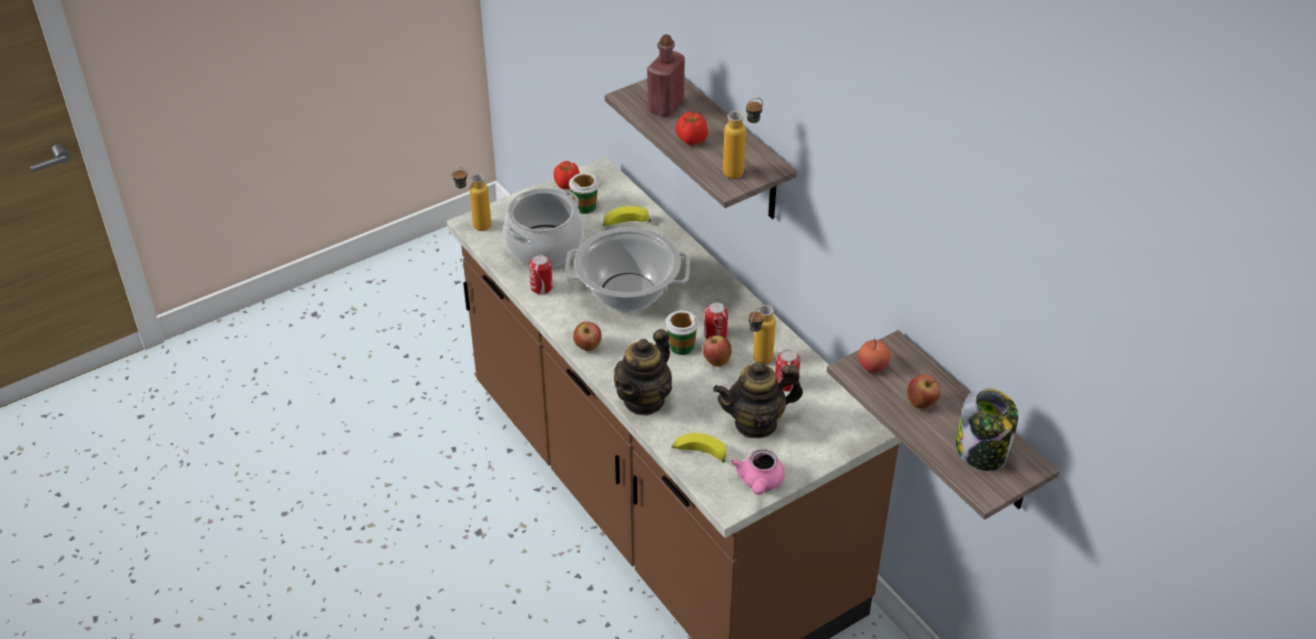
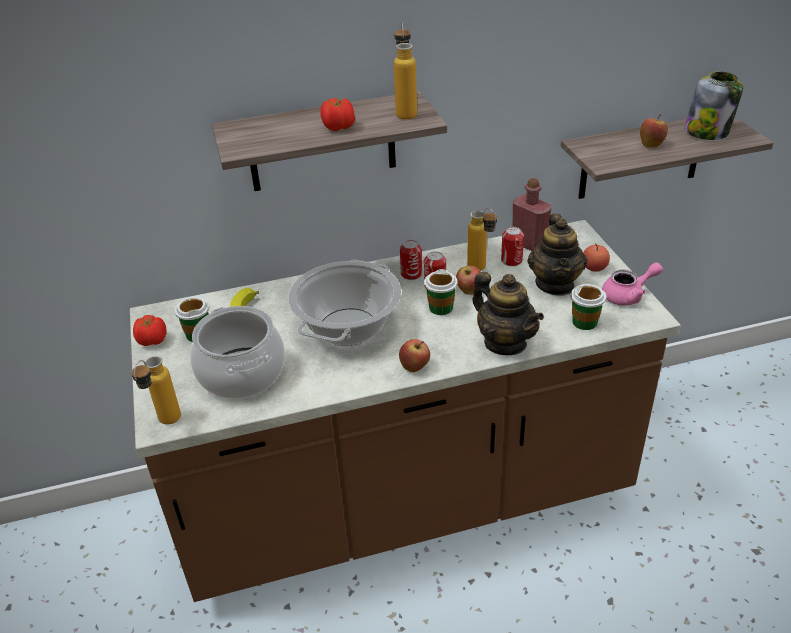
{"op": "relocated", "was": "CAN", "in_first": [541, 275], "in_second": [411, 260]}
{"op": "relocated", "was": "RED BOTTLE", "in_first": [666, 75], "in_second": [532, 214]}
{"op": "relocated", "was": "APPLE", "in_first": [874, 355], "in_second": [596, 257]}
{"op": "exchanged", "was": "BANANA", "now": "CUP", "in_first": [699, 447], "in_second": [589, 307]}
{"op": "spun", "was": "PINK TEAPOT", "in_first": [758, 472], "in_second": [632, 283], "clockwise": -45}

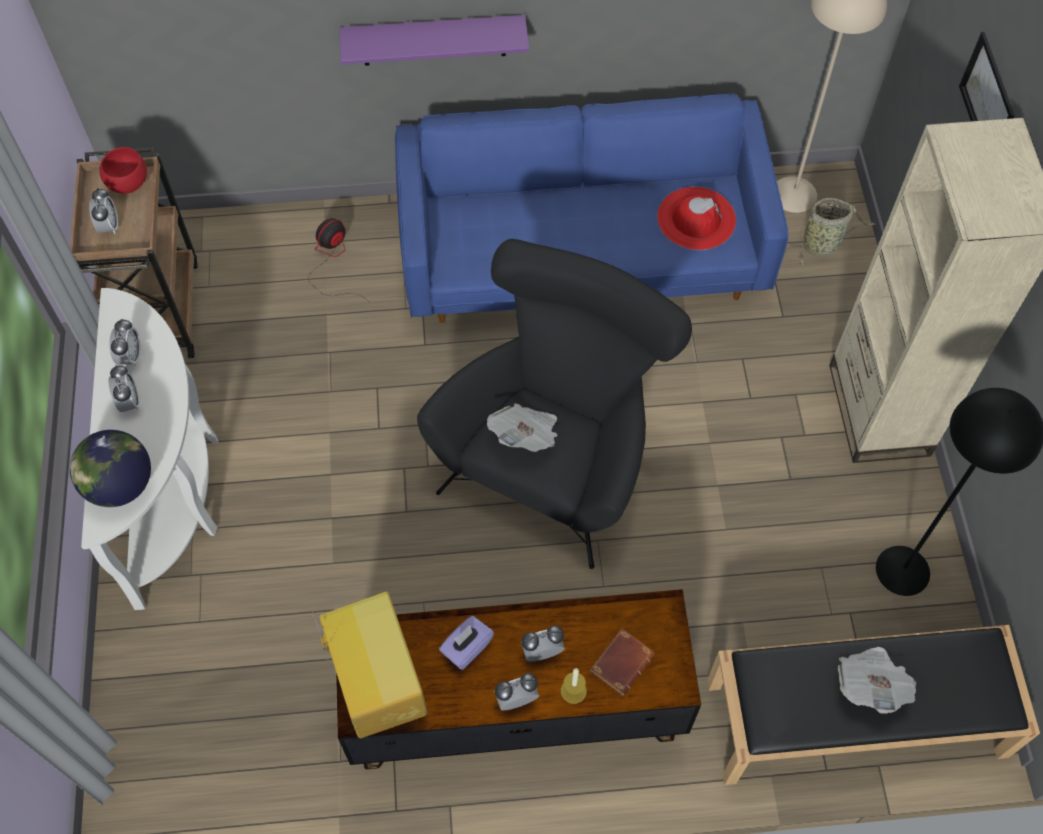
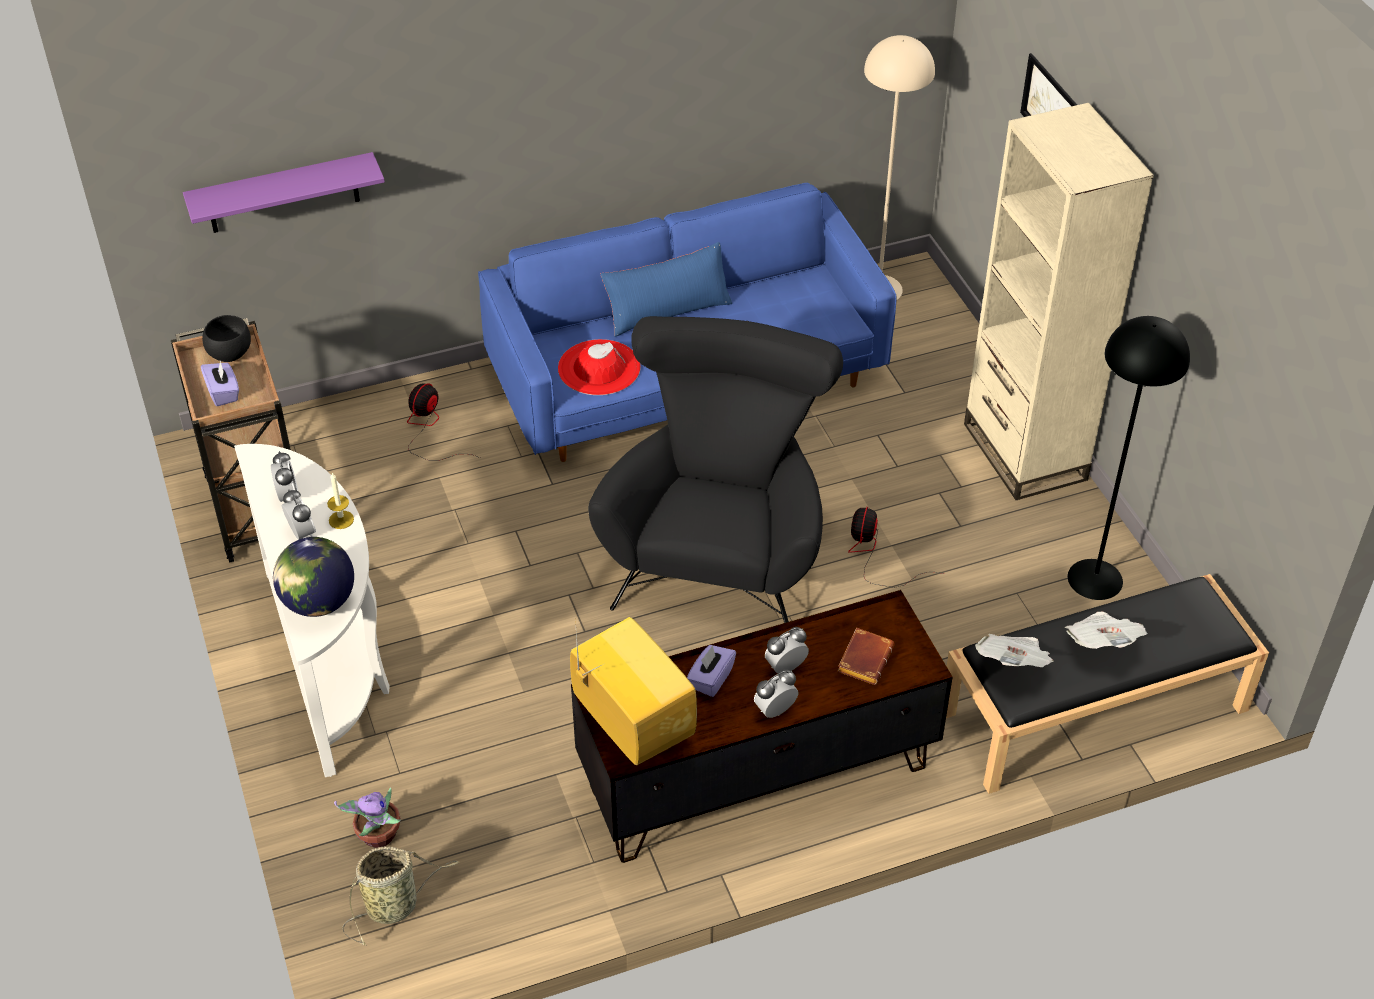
{"op": "appeared", "now": "POTTED PLANT", "in_second": [367, 817]}
{"op": "appeared", "now": "BLUE PILLOW", "in_second": [666, 289]}
{"op": "appeared", "now": "FAN", "in_second": [896, 547]}
{"op": "relocated", "was": "PURPLE SHELF", "in_first": [434, 40], "in_second": [284, 192]}
{"op": "relocated", "was": "NEWSPAPER", "in_first": [522, 427], "in_second": [1014, 650]}
{"op": "relocated", "was": "CANDLE", "in_first": [574, 686], "in_second": [340, 500]}
{"op": "relocated", "was": "RED HAT", "in_first": [696, 218], "in_second": [599, 367]}
{"op": "relocated", "was": "BASKET", "in_first": [830, 232], "in_second": [400, 896]}
{"op": "exchanged", "was": "ALARM CLOCK", "now": "PURPLE TISSUE BOX", "in_first": [103, 211], "in_second": [220, 383]}
{"op": "colour", "was": "RED BOWL", "now": "BLACK BOWL", "in_first": [123, 170], "in_second": [226, 338]}

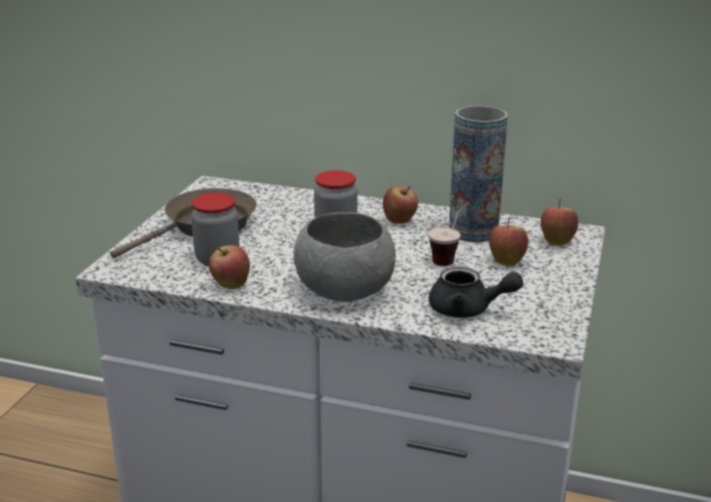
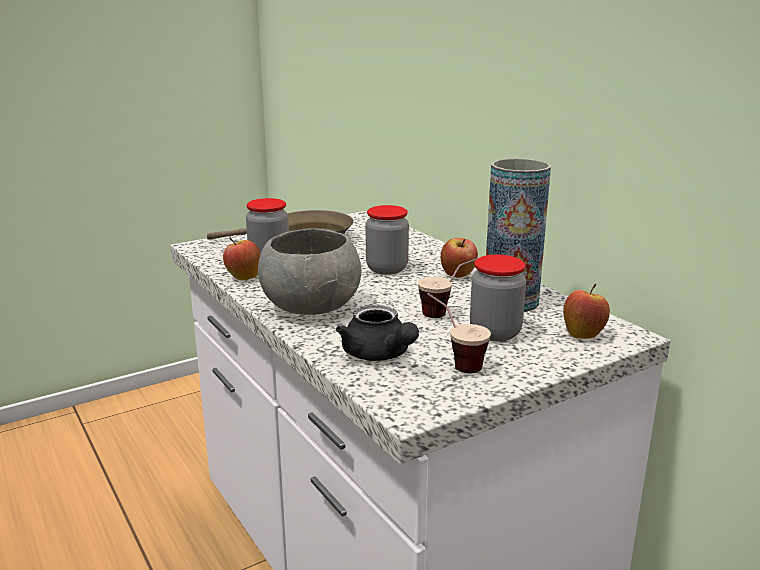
{"op": "appeared", "now": "CUP", "in_second": [459, 333]}
{"op": "exchanged", "was": "APPLE", "now": "JAR", "in_first": [508, 242], "in_second": [498, 298]}

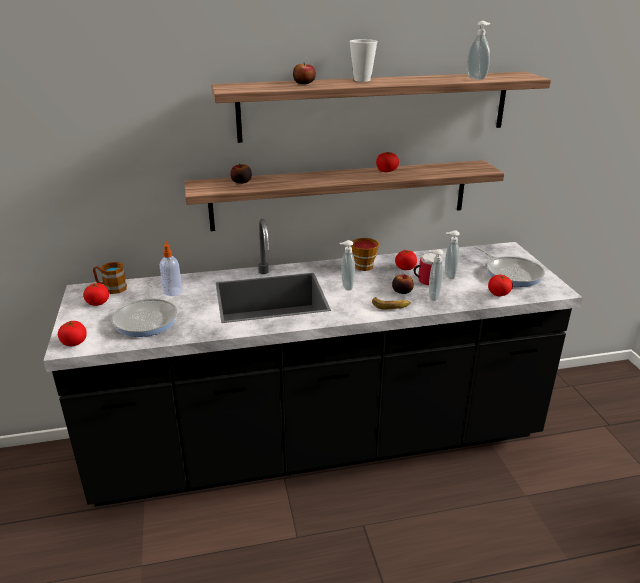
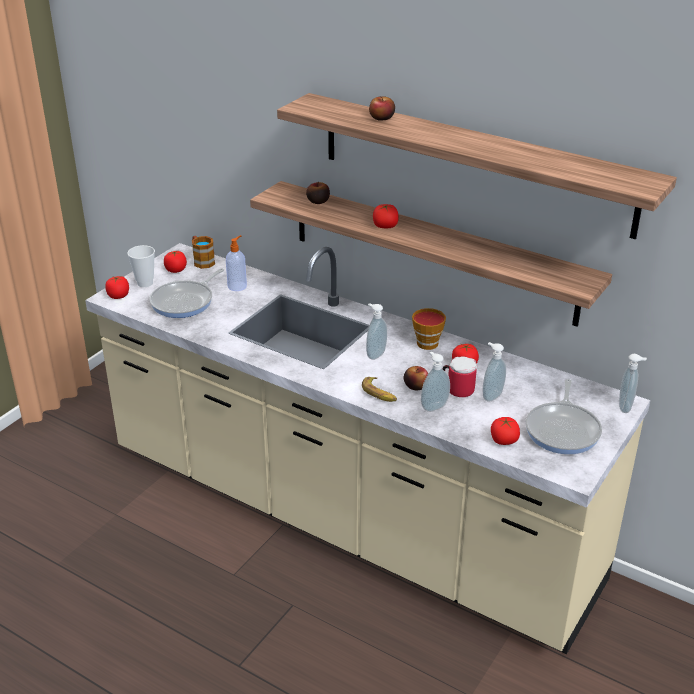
{"op": "relocated", "was": "CUP", "in_first": [364, 60], "in_second": [141, 266]}
{"op": "relocated", "was": "TOMATO", "in_first": [387, 162], "in_second": [385, 216]}
{"op": "relocated", "was": "SOAP DISPENSER", "in_first": [478, 50], "in_second": [633, 383]}
{"op": "colour", "was": "BLACK COUNTER", "now": "BEIGE COUNTER", "in_first": [313, 363], "in_second": [367, 449]}

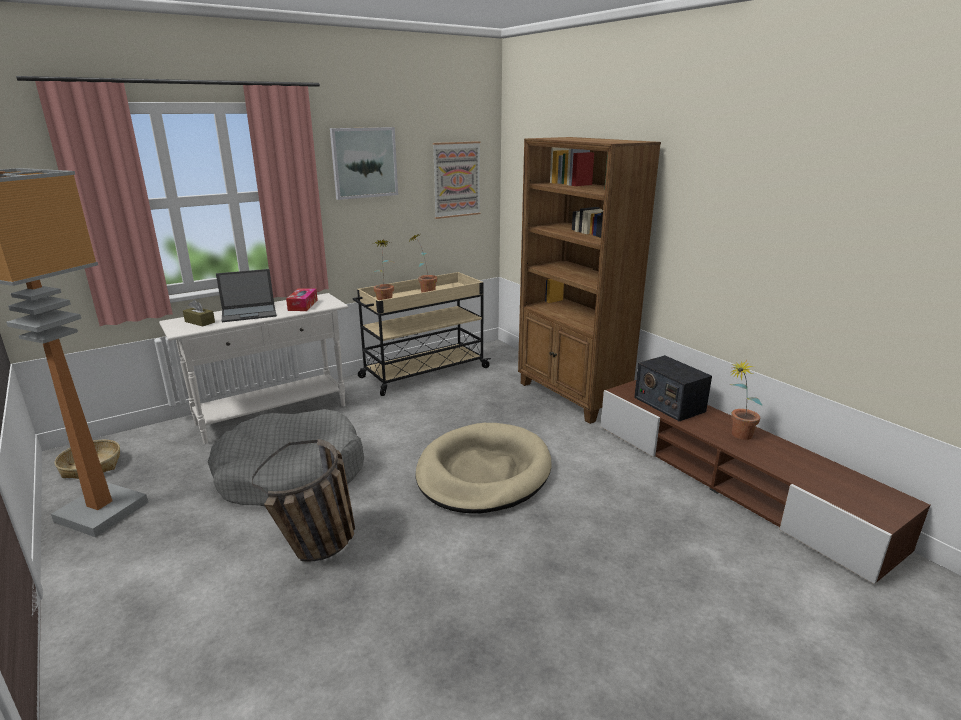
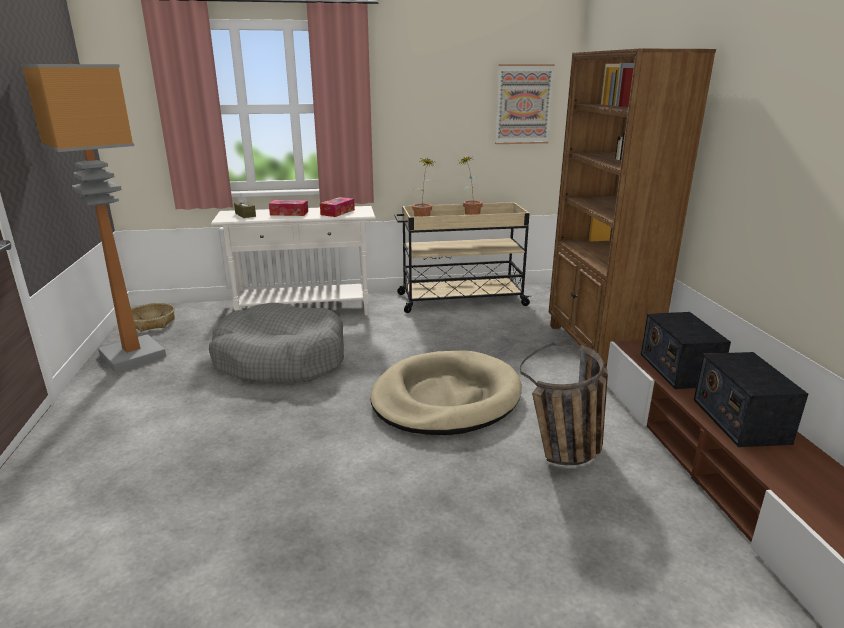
{"op": "missing", "was": "PICTURE", "in_first": [364, 163]}
{"op": "relocated", "was": "BASKET", "in_first": [303, 500], "in_second": [564, 404]}
{"op": "exchanged", "was": "LAPTOP", "now": "TISSUE BOX", "in_first": [246, 295], "in_second": [288, 208]}
{"op": "exchanged", "was": "POTTED PLANT", "now": "RADIO", "in_first": [746, 400], "in_second": [751, 399]}

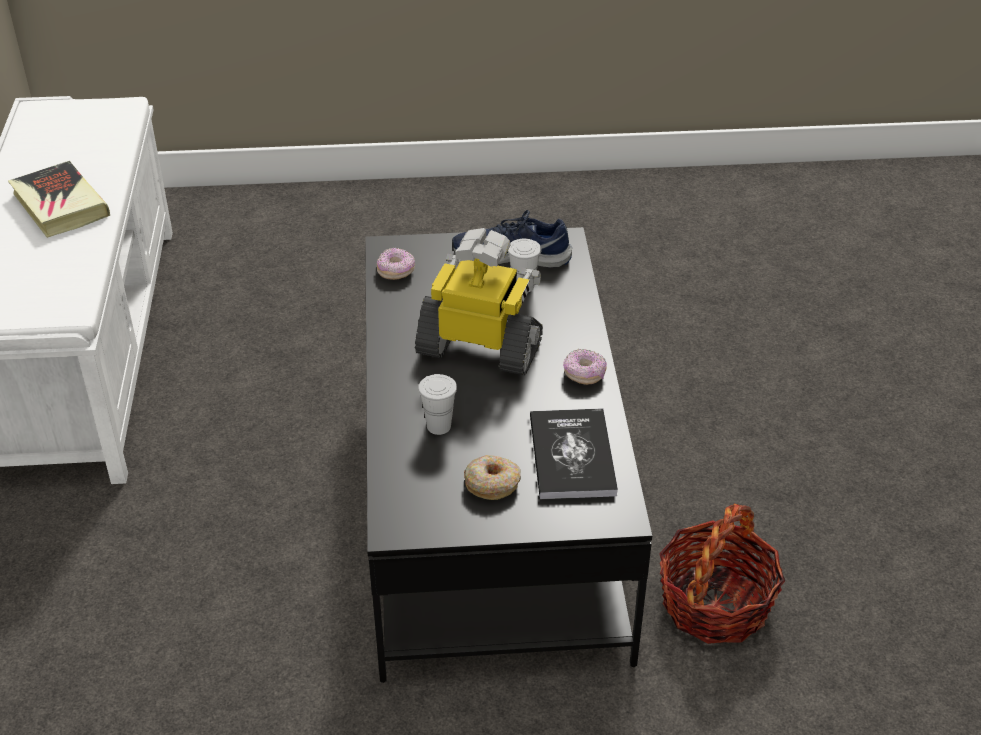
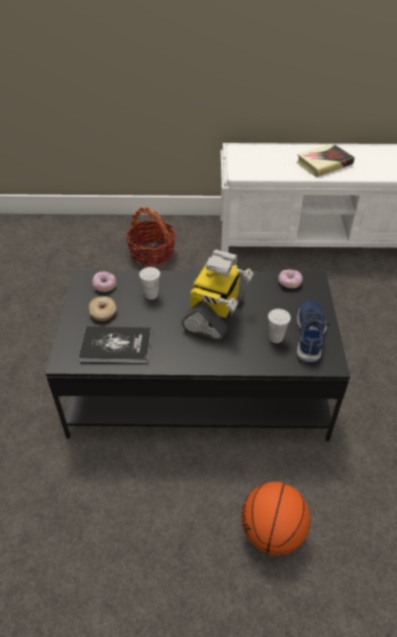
{"op": "appeared", "now": "BASKETBALL", "in_second": [276, 518]}
{"op": "relocated", "was": "DONUT", "in_first": [585, 366], "in_second": [104, 281]}
{"op": "relocated", "was": "BASKET", "in_first": [722, 574], "in_second": [151, 236]}

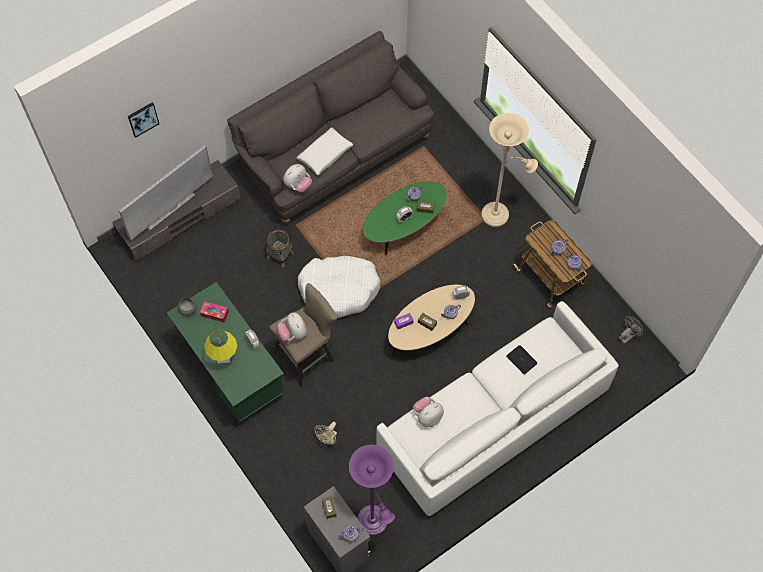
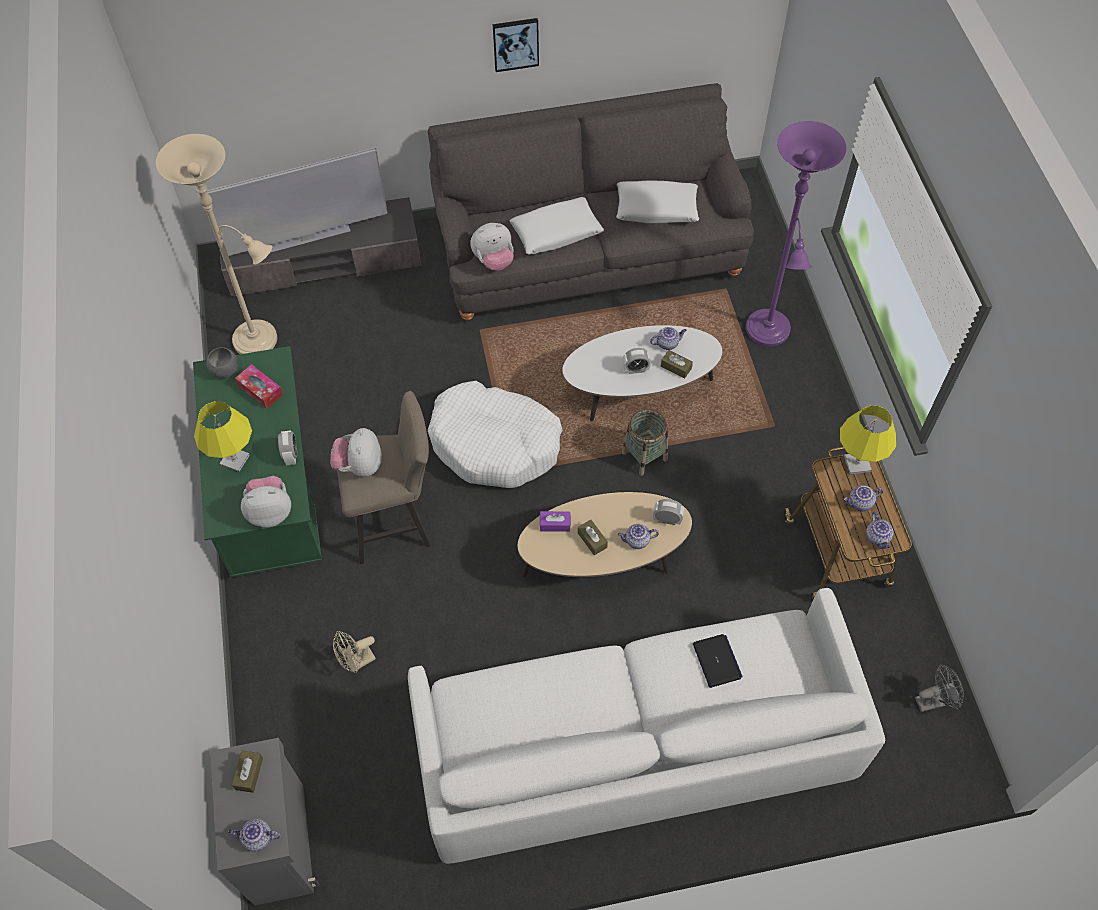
{"op": "appeared", "now": "WHITE PILLOW", "in_second": [657, 201]}
{"op": "appeared", "now": "YELLOW TABLE LAMP", "in_second": [868, 440]}
{"op": "relocated", "was": "PICTURE", "in_first": [143, 120], "in_second": [516, 45]}
{"op": "relocated", "was": "BASKET", "in_first": [280, 249], "in_second": [645, 442]}
{"op": "relocated", "was": "PURPLE FLOOR LAMP", "in_first": [372, 490], "in_second": [796, 234]}
{"op": "relocated", "was": "PLUSH TOY", "in_first": [428, 412], "in_second": [266, 501]}
{"op": "relocated", "was": "BEIGE FLOOR LAMP", "in_first": [509, 170], "in_second": [216, 244]}
{"op": "colour", "was": "GREEN COFFEE TABLE", "now": "WHITE COFFEE TABLE", "in_first": [405, 219], "in_second": [642, 373]}

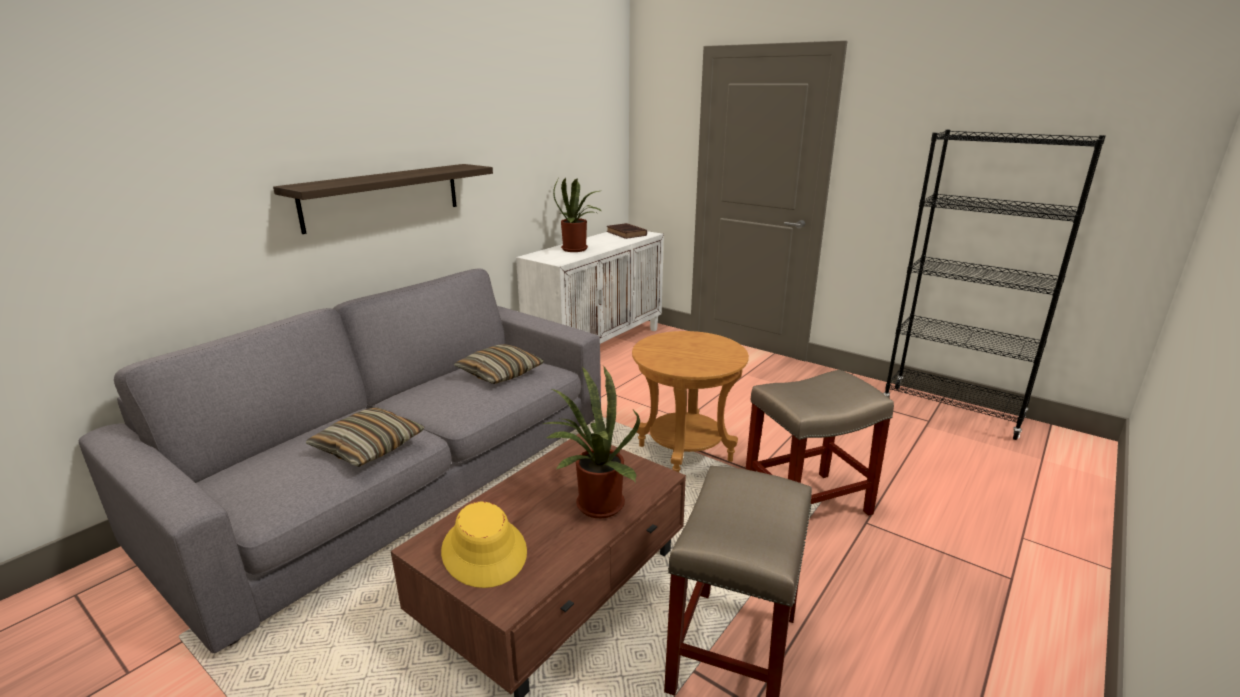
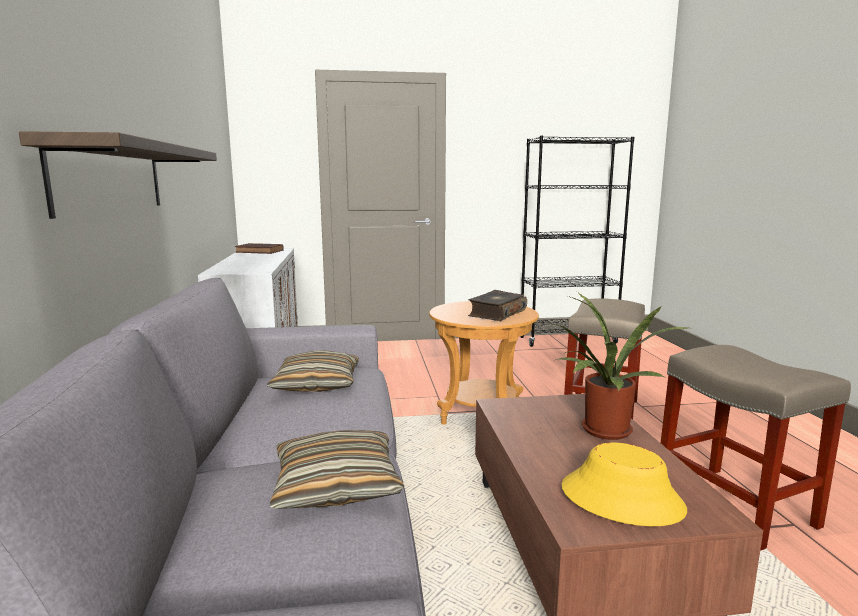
{"op": "missing", "was": "POTTED PLANT", "in_first": [577, 215]}
{"op": "appeared", "now": "BOOK", "in_second": [497, 305]}

